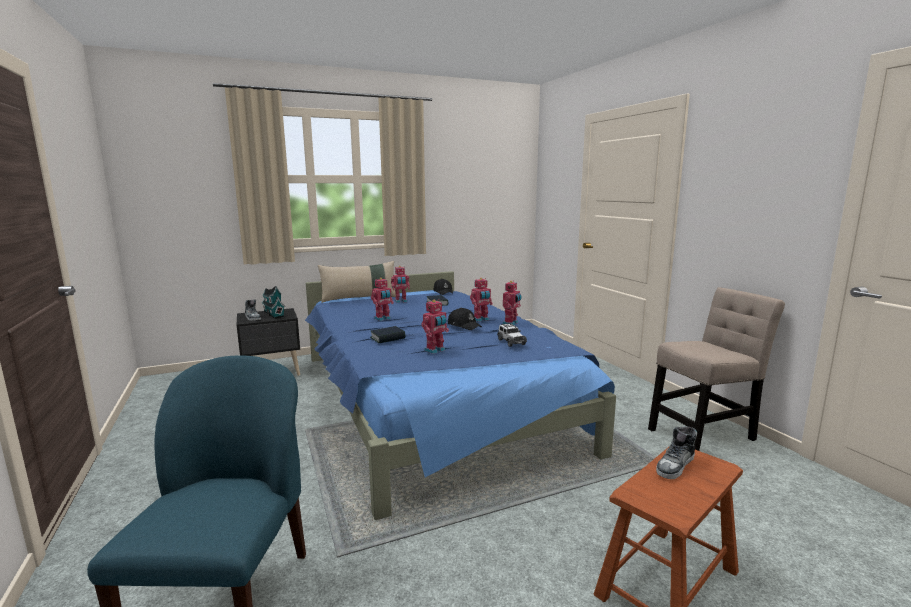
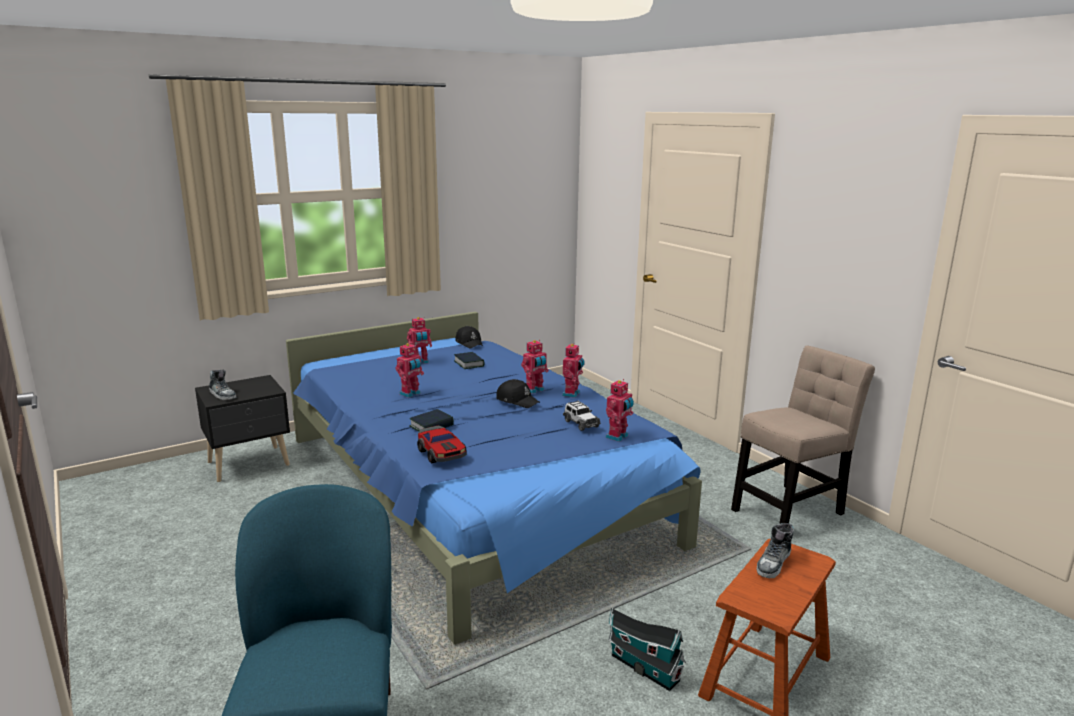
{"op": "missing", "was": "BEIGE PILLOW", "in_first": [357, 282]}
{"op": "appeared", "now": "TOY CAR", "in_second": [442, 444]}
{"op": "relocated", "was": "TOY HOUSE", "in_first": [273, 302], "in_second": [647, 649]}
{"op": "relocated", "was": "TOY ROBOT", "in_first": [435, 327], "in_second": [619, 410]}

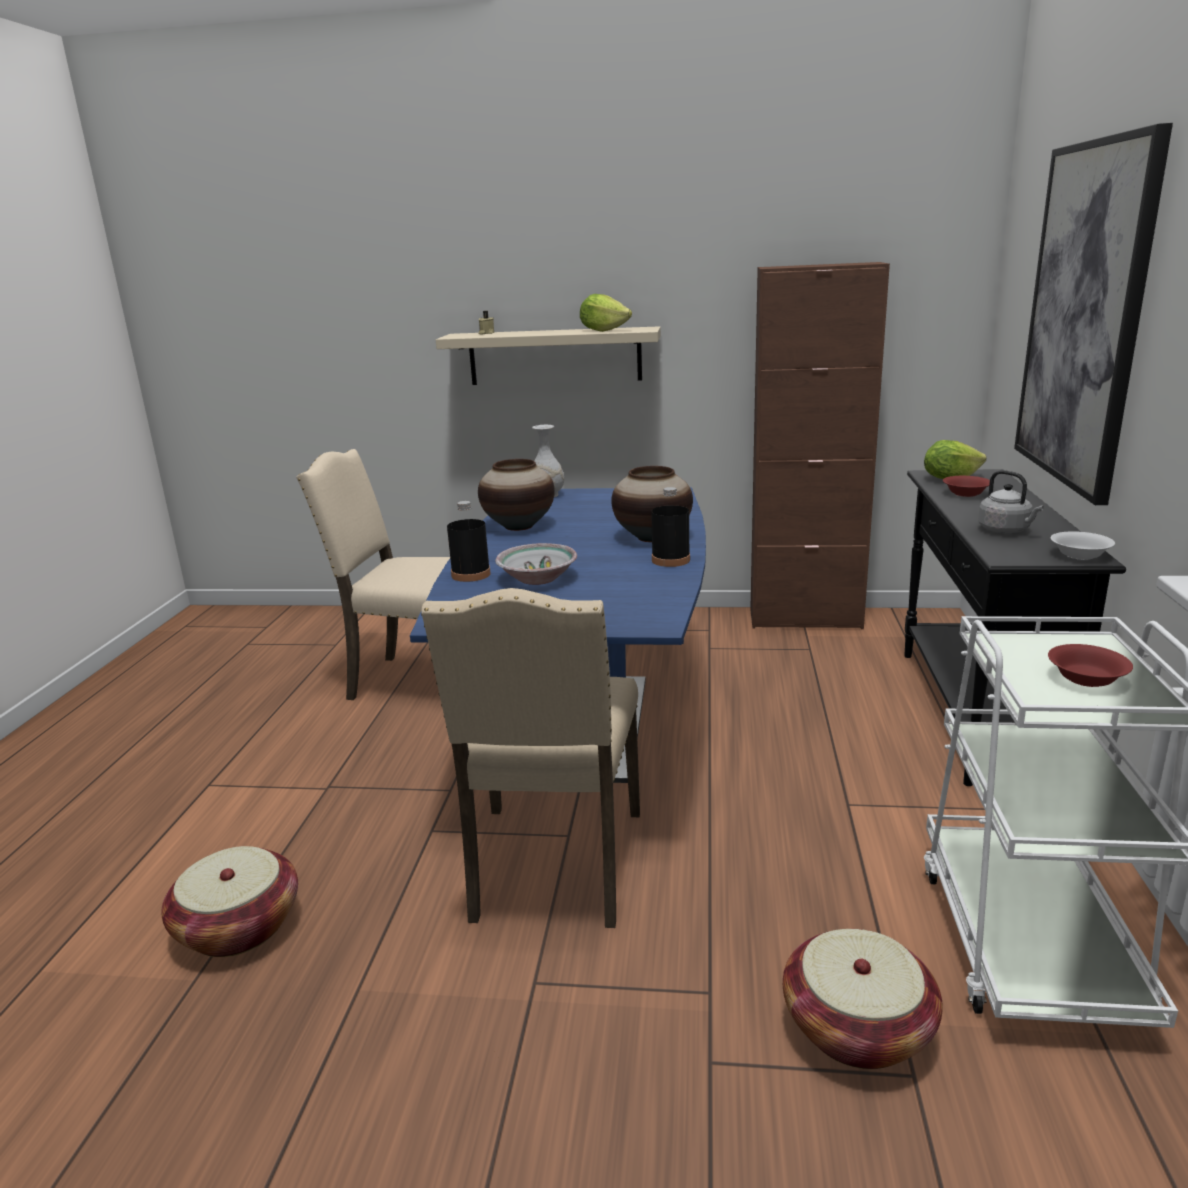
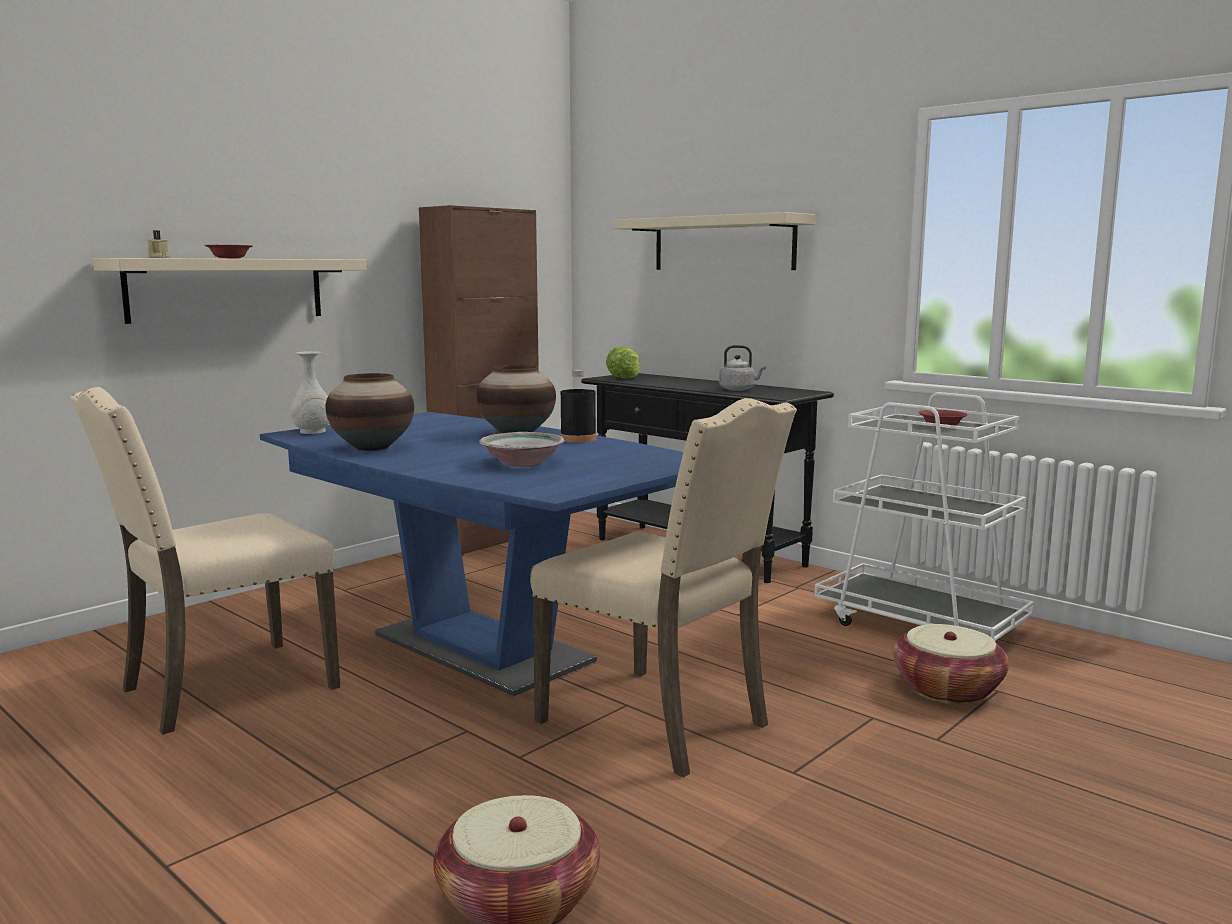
{"op": "missing", "was": "BLACK BOTTLE", "in_first": [469, 541]}
{"op": "missing", "was": "LETTUCE", "in_first": [606, 313]}
{"op": "missing", "was": "WHITE BOWL", "in_first": [1082, 545]}
{"op": "relocated", "was": "RED BOWL", "in_first": [966, 486], "in_second": [228, 251]}
{"op": "exchanged", "was": "PICTURE", "now": "BEIGE SHELF", "in_first": [1093, 314], "in_second": [713, 241]}

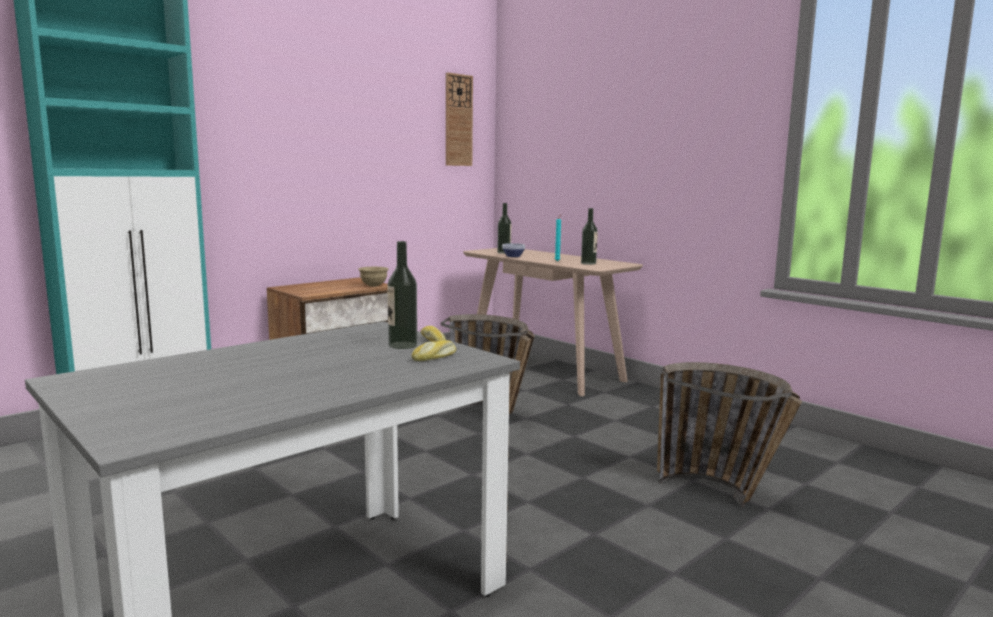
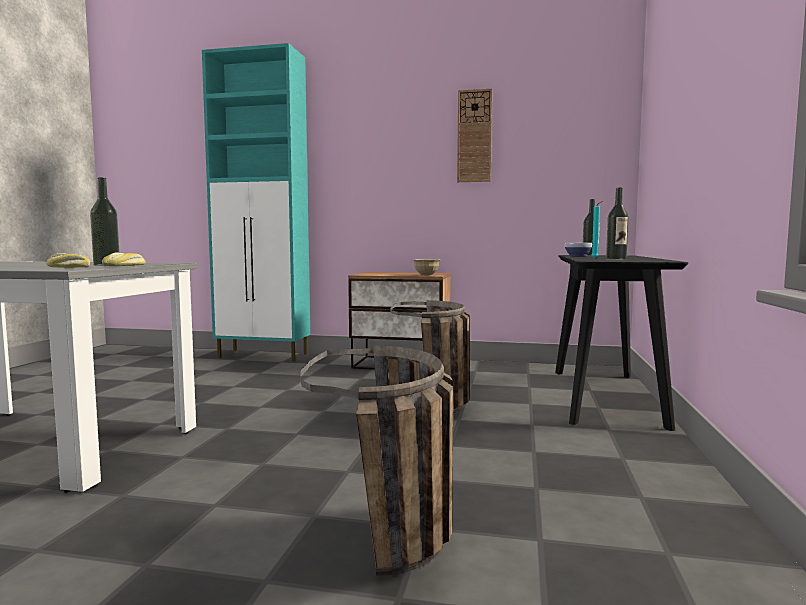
{"op": "relocated", "was": "WALL CLOCK", "in_first": [459, 119], "in_second": [474, 135]}
{"op": "colour", "was": "BEIGE CONSOLE TABLE", "now": "BLACK CONSOLE TABLE", "in_first": [553, 322], "in_second": [621, 343]}

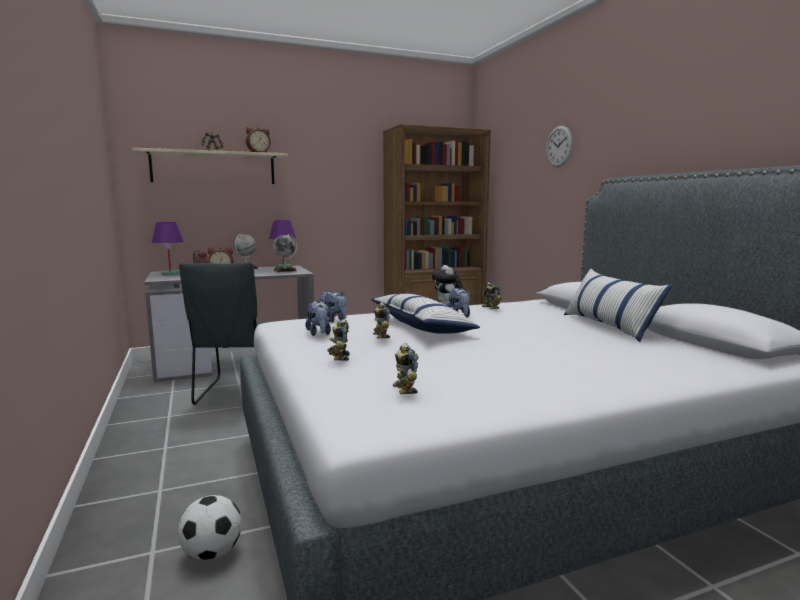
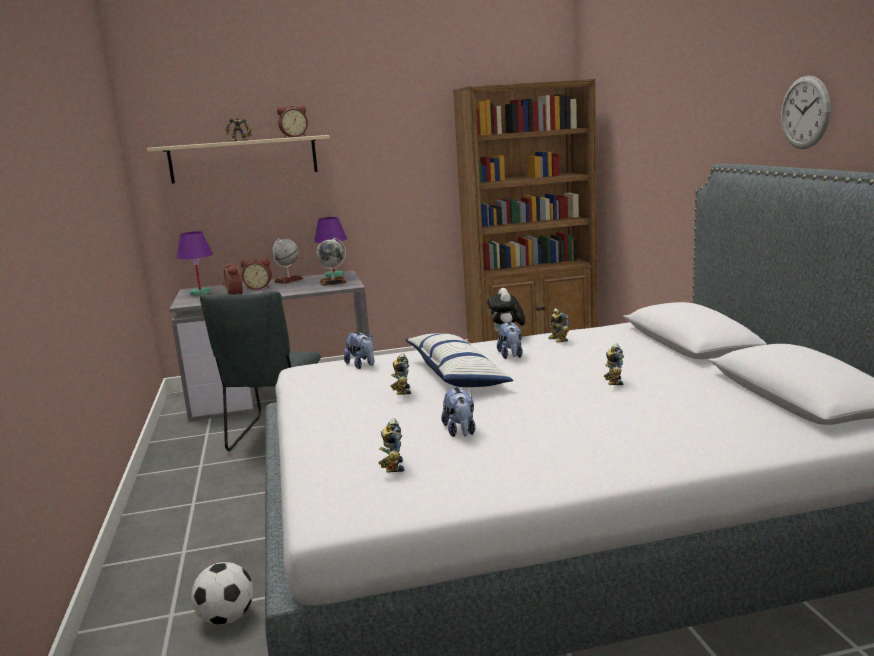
{"op": "missing", "was": "PILLOW", "in_first": [618, 305]}
{"op": "relocated", "was": "PLUSH TOY", "in_first": [318, 318], "in_second": [458, 411]}
{"op": "relocated", "was": "TOY ROBOT", "in_first": [338, 340], "in_second": [614, 364]}
{"op": "relocated", "was": "WALL CLOCK", "in_first": [559, 146], "in_second": [806, 112]}

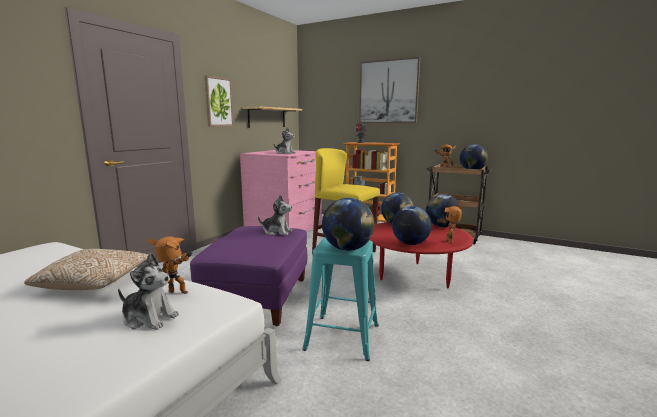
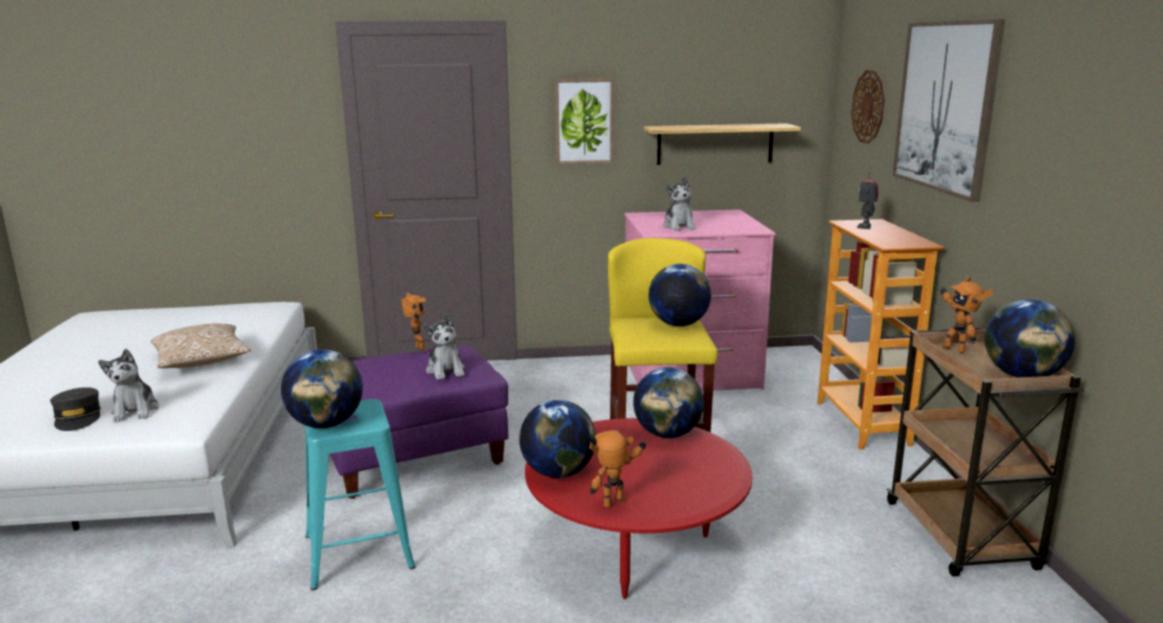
{"op": "appeared", "now": "GREY CAP", "in_second": [75, 409]}
{"op": "appeared", "now": "WALL CLOCK", "in_second": [868, 107]}
{"op": "relocated", "was": "TOY ROBOT", "in_first": [169, 265], "in_second": [414, 322]}
{"op": "relocated", "was": "GLOBE", "in_first": [442, 210], "in_second": [680, 295]}

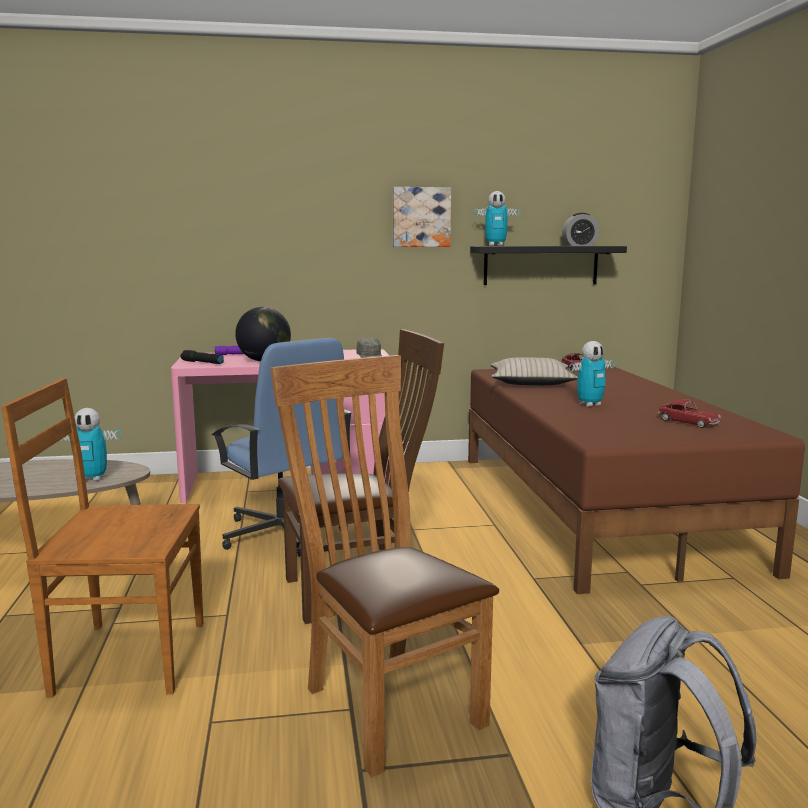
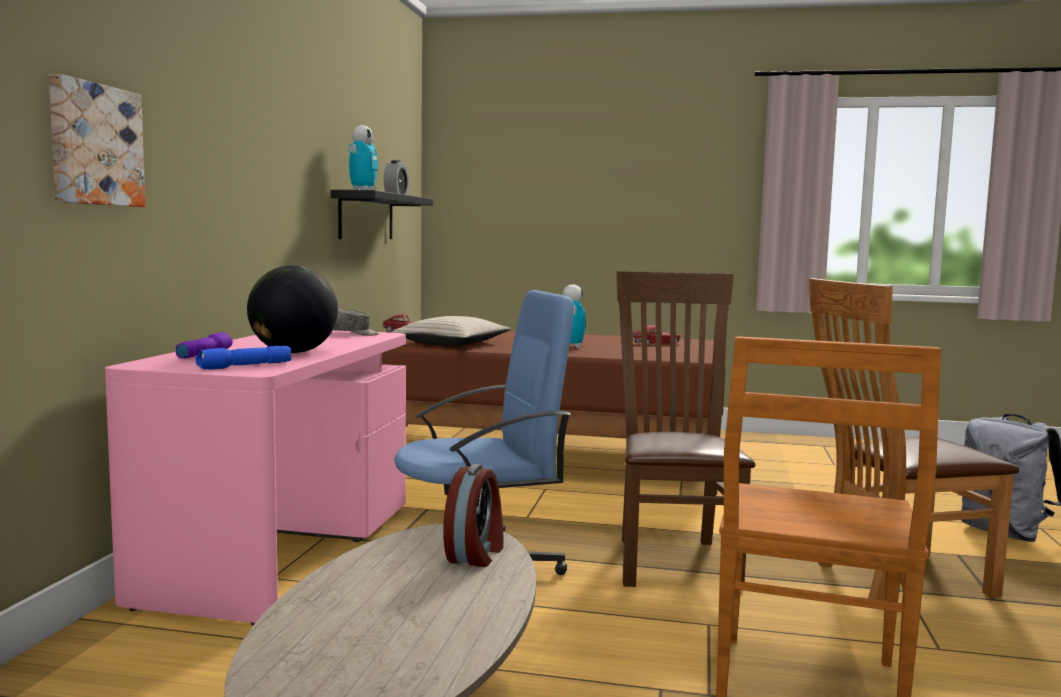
{"op": "relocated", "was": "PICTURE", "in_first": [422, 217], "in_second": [97, 140]}
{"op": "exchanged", "was": "TOY ROBOT", "now": "ALARM CLOCK", "in_first": [90, 444], "in_second": [473, 515]}
{"op": "colour", "was": "BLACK FLASHLIGHT", "now": "BLUE FLASHLIGHT", "in_first": [202, 357], "in_second": [243, 358]}

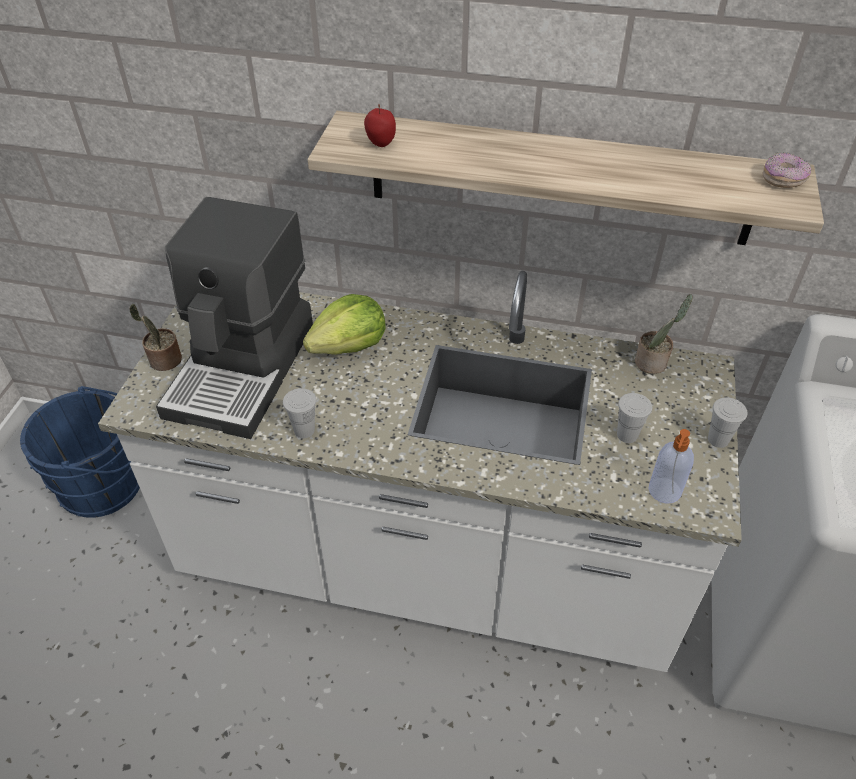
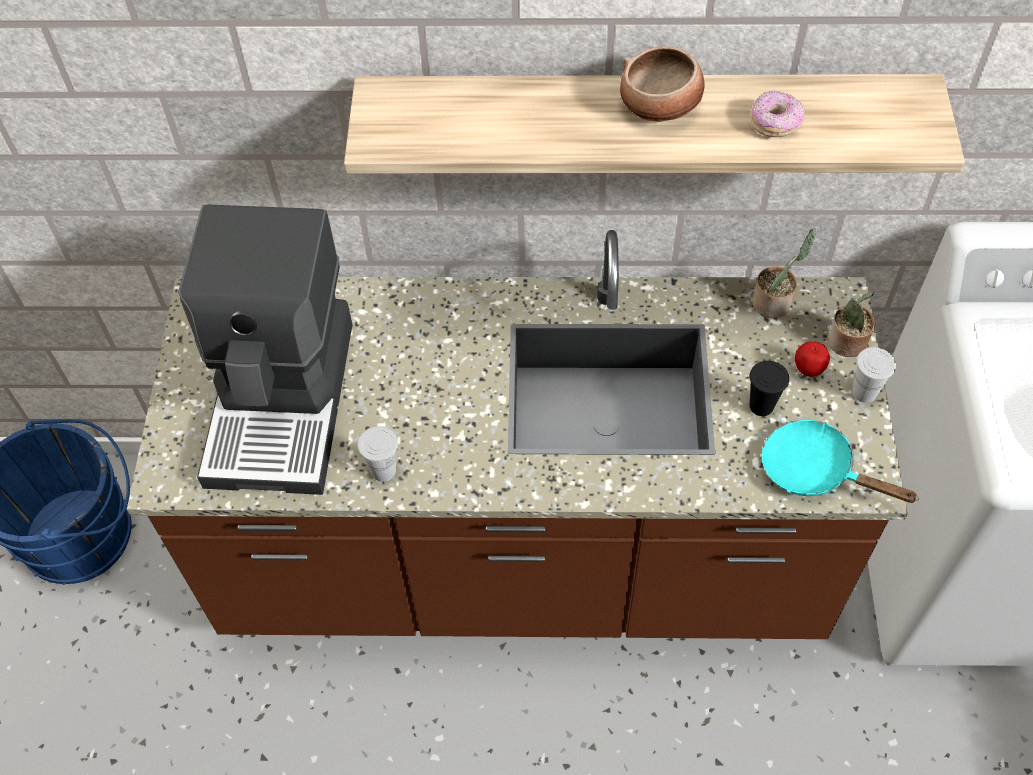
{"op": "missing", "was": "LETTUCE", "in_first": [344, 324]}
{"op": "appeared", "now": "BOWL", "in_second": [662, 84]}
{"op": "relocated", "was": "POTTED PLANT", "in_first": [155, 337], "in_second": [851, 324]}
{"op": "relocated", "was": "APPLE", "in_first": [380, 125], "in_second": [812, 359]}
{"op": "relocated", "was": "DONUT", "in_first": [786, 170], "in_second": [777, 113]}
{"op": "exchanged", "was": "SOAP DISPENSER", "now": "TURQUOISE FRYING PAN", "in_first": [671, 466], "in_second": [840, 461]}
{"op": "colour", "was": "WHITE COUNTER", "now": "BROWN COUNTER", "in_first": [420, 471], "in_second": [517, 434]}
{"op": "colour", "was": "WHITE CUP", "now": "BLACK CUP", "in_first": [634, 418], "in_second": [769, 388]}

